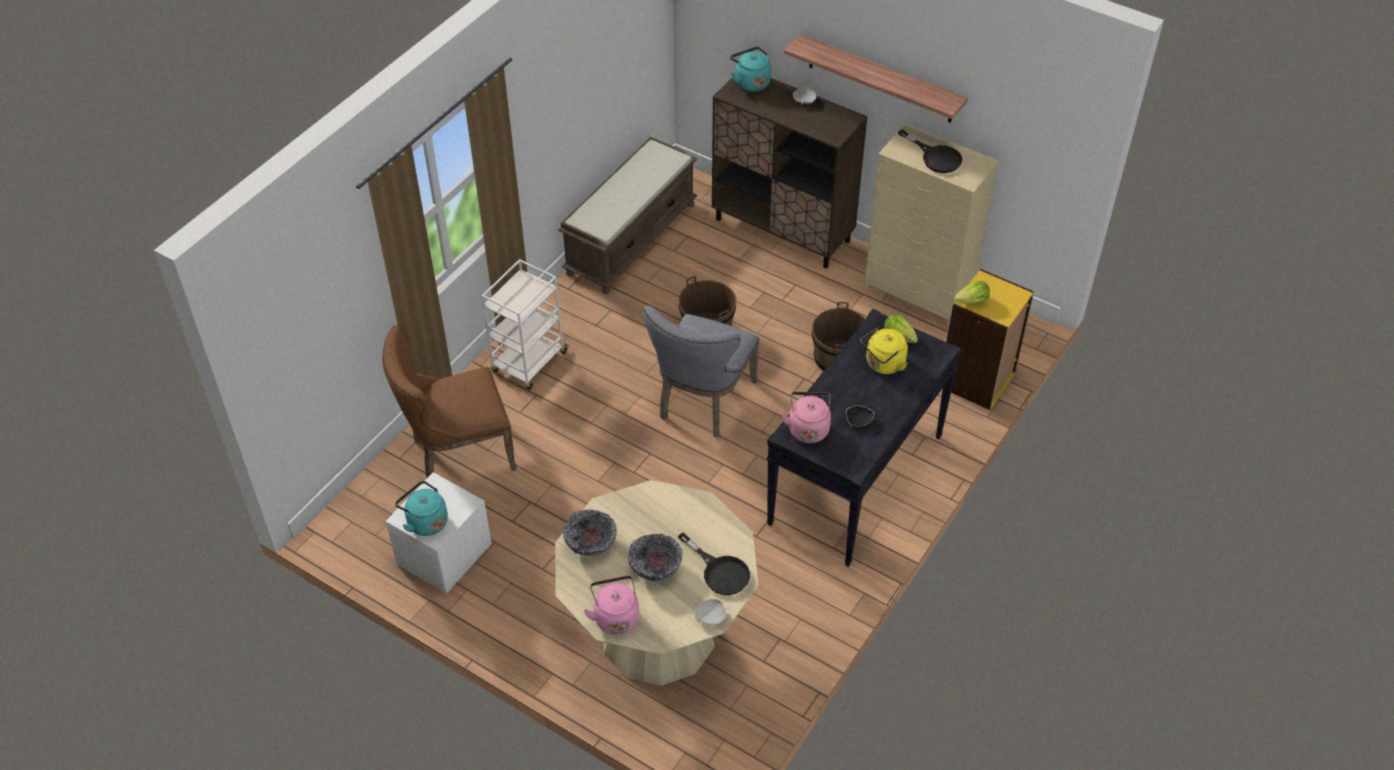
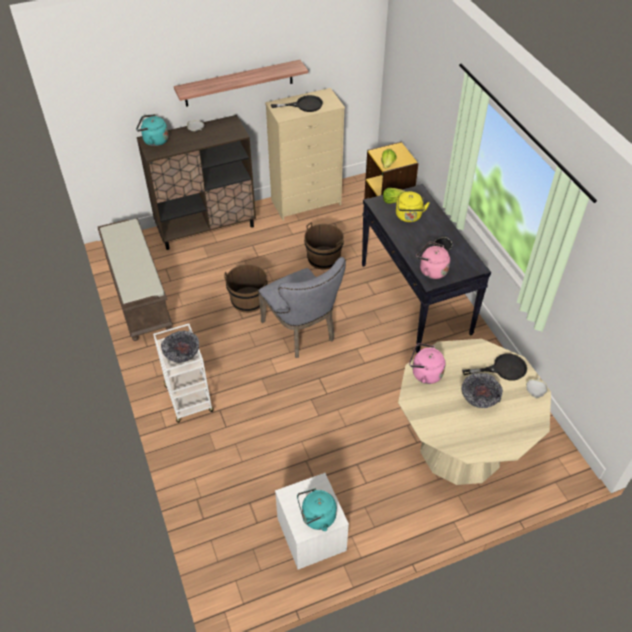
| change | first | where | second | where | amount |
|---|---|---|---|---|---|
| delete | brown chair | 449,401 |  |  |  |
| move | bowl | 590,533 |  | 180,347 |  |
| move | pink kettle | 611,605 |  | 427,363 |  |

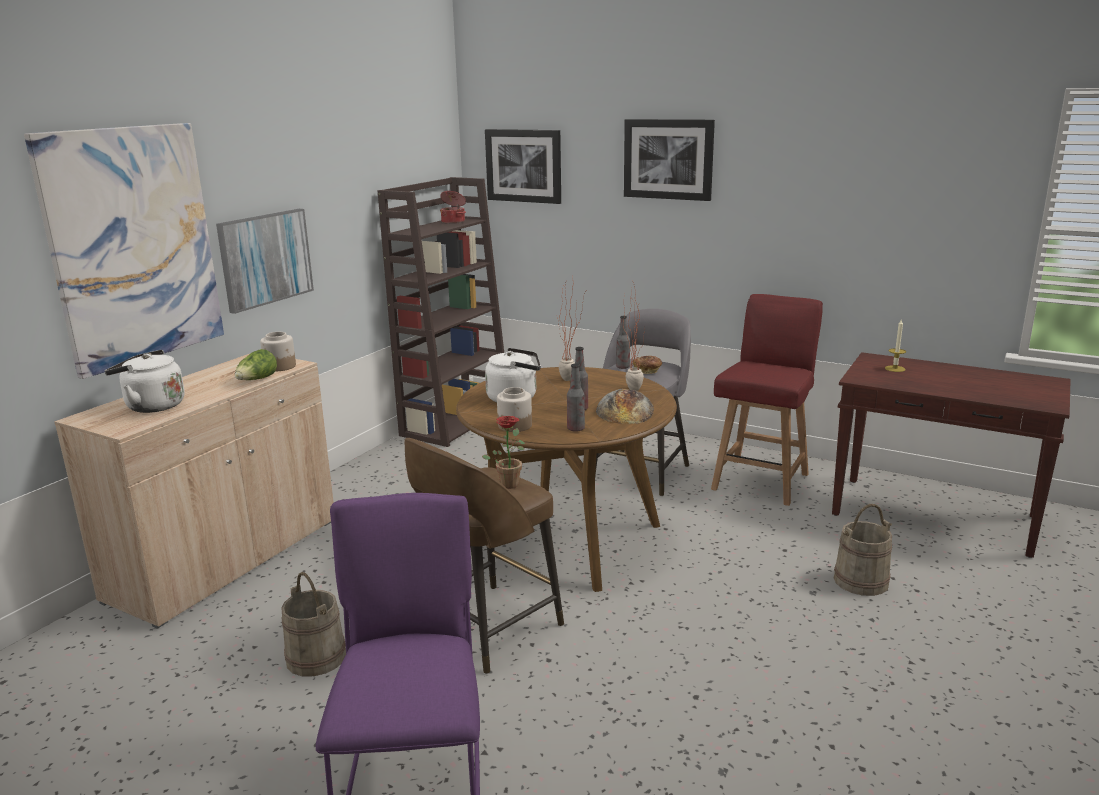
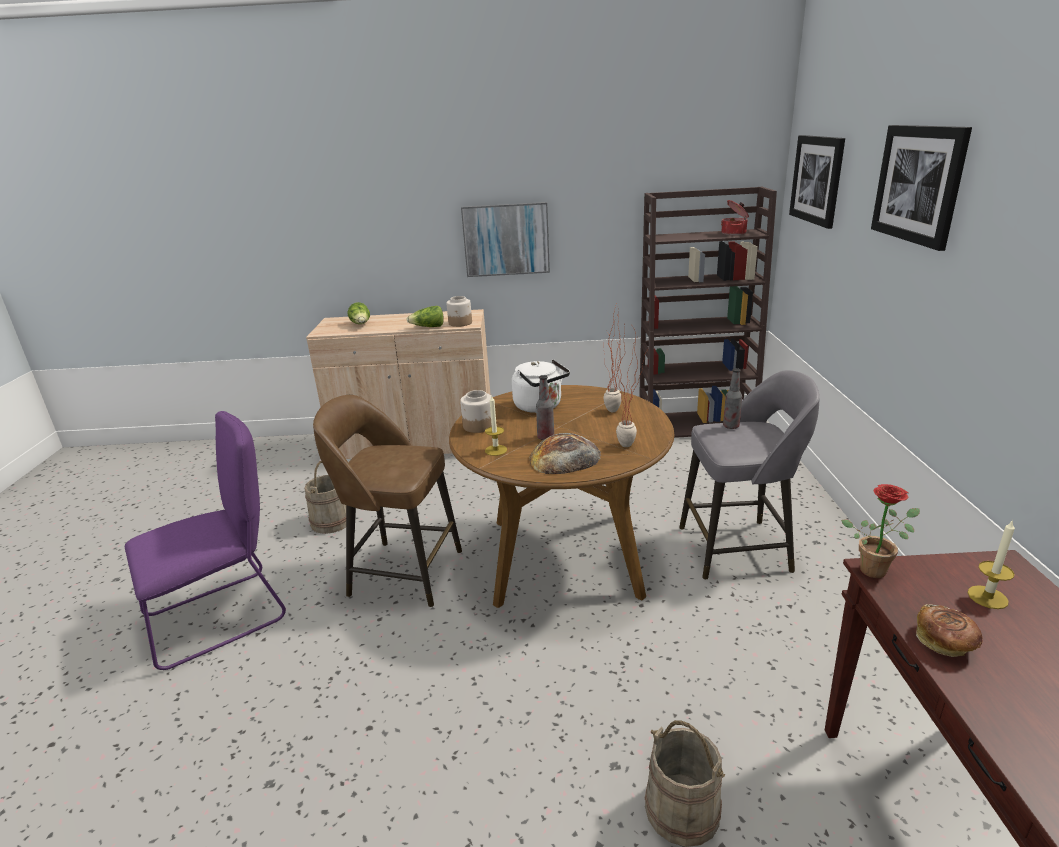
| change | first | where | second | where | amount |
|---|---|---|---|---|---|
| delete | picture | 124,251 |  |  |  |
| delete | red chair | 767,400 |  |  |  |
| move | potted plant | 503,452 |  | 880,531 |  |
| move | bread | 647,365 |  | 949,630 |  |
| replace | white kettle | 145,381 | lettuce | 358,313 |  |
| replace | bottle | 576,398 | candle | 496,425 |  |

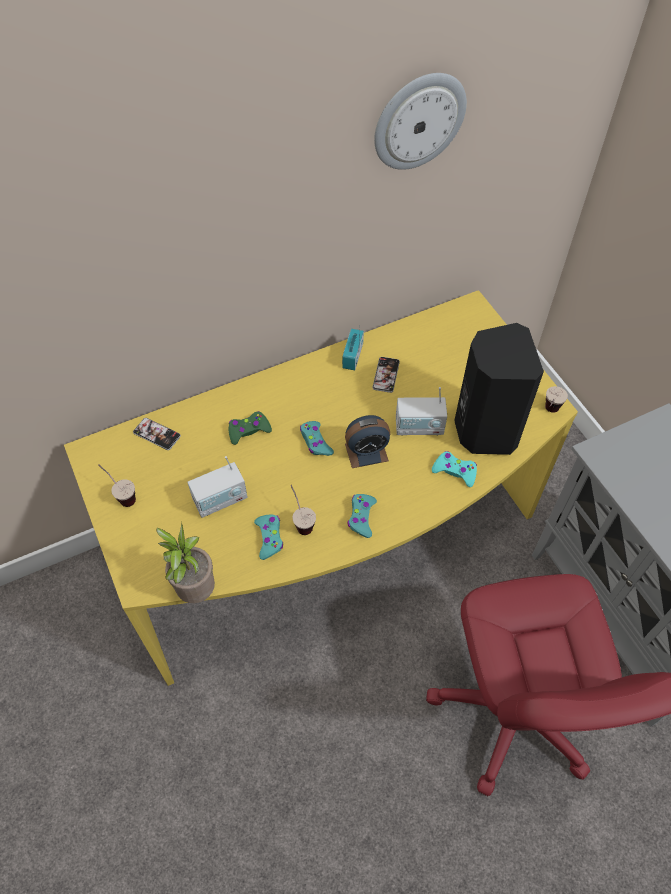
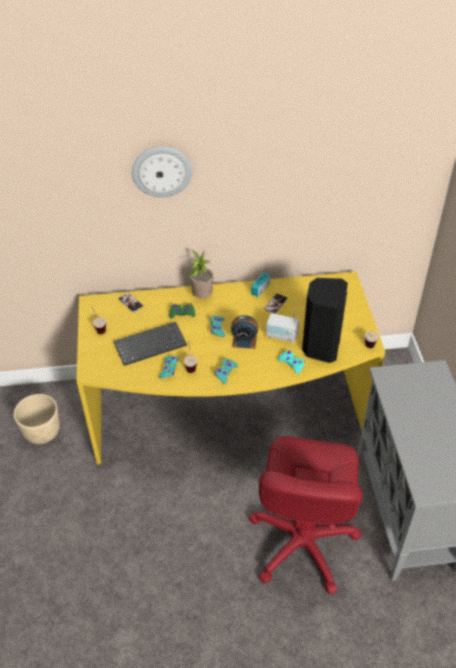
| change | first | where | second | where | amount |
|---|---|---|---|---|---|
| insert |  |  | beige planter | 37,419 |  |
| move | potted plant | 185,562 |  | 201,274 |  |
| move | wall clock | 420,121 |  | 162,172 |  |
| replace | radio | 217,487 | keyboard | 150,344 |  |

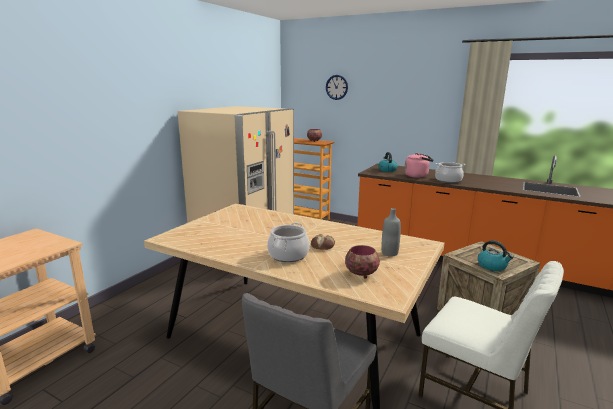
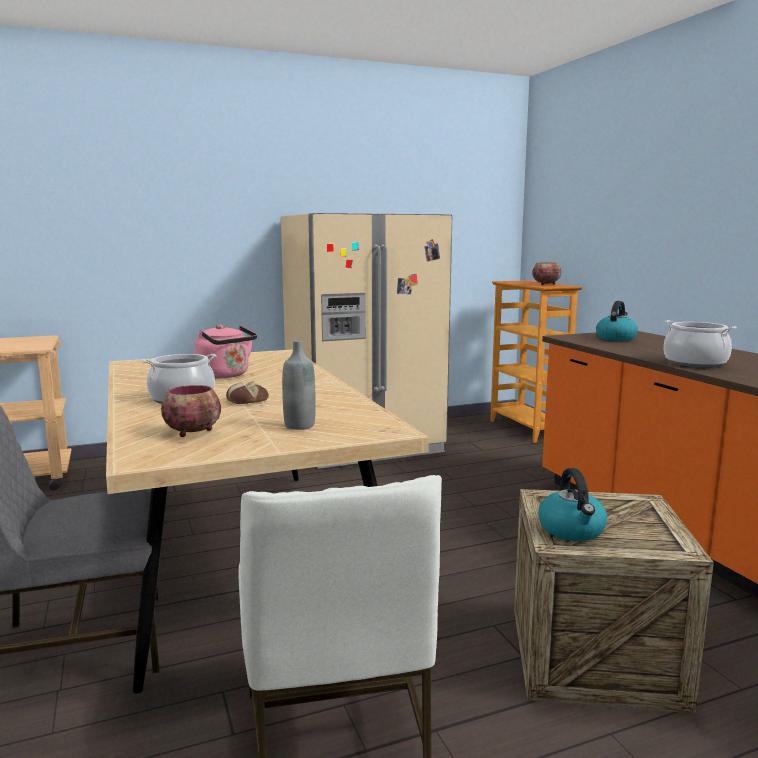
| change | first | where | second | where | amount |
|---|---|---|---|---|---|
| delete | wall clock | 337,87 |  |  |  |
| move | pink kettle | 418,165 |  | 225,351 |  |

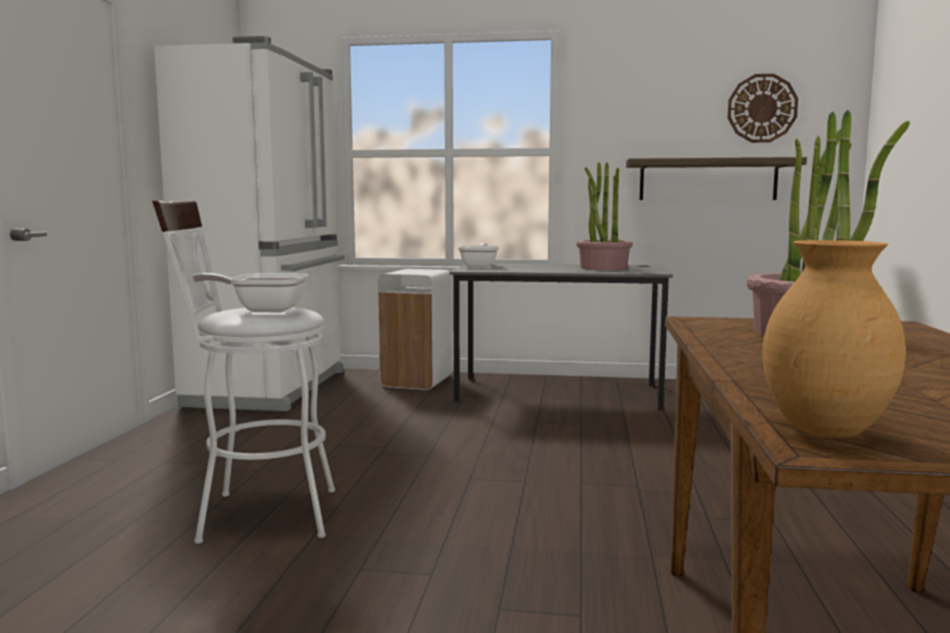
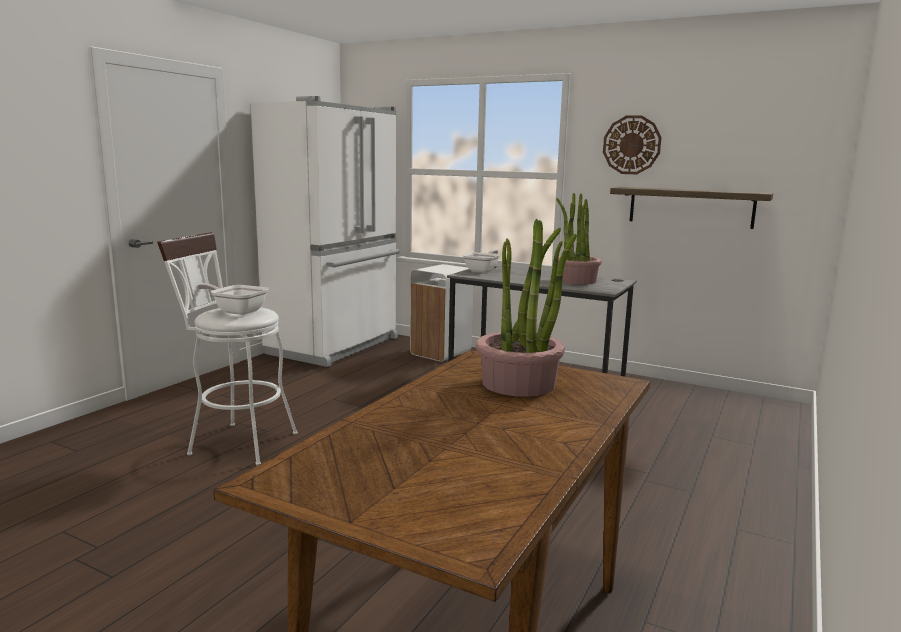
| change | first | where | second | where | amount |
|---|---|---|---|---|---|
| delete | brown vase | 834,339 |  |  |  |
| move | wall clock | 763,108 |  | 632,144 |  |

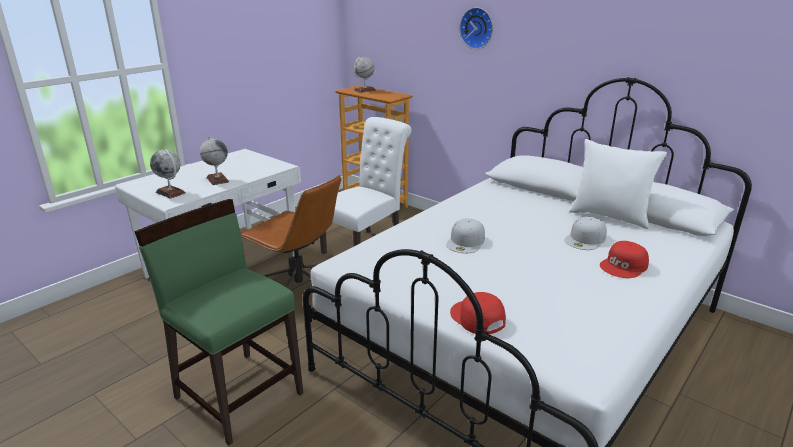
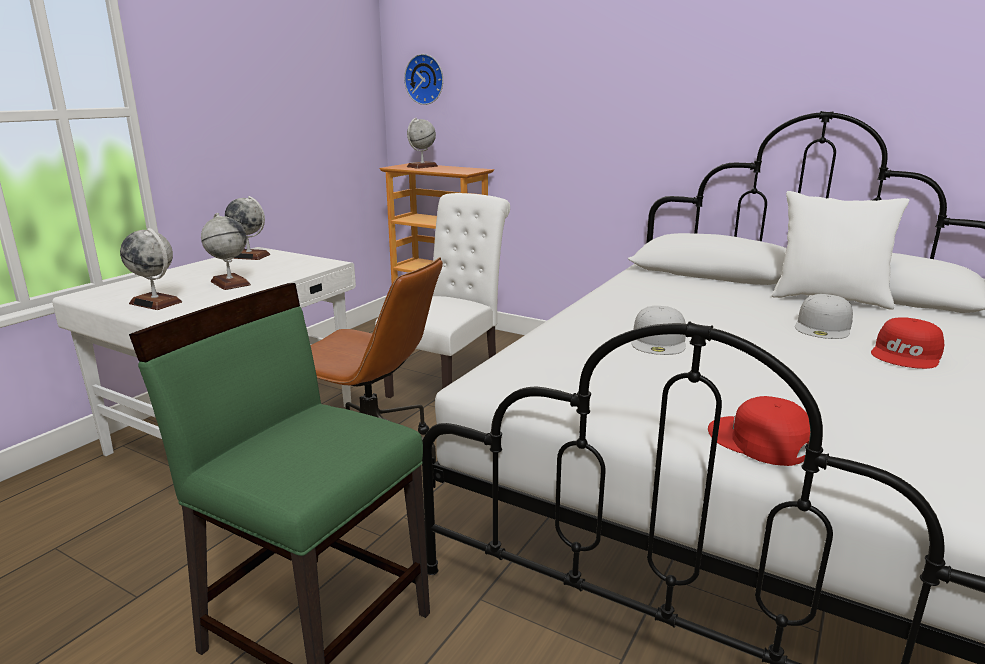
| change | first | where | second | where | amount |
|---|---|---|---|---|---|
| insert |  |  | globe | 247,228 |  |
| move | wall clock | 476,28 |  | 423,79 |  |

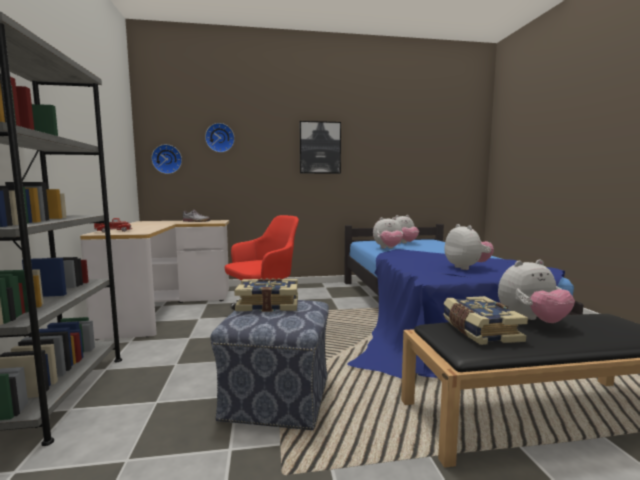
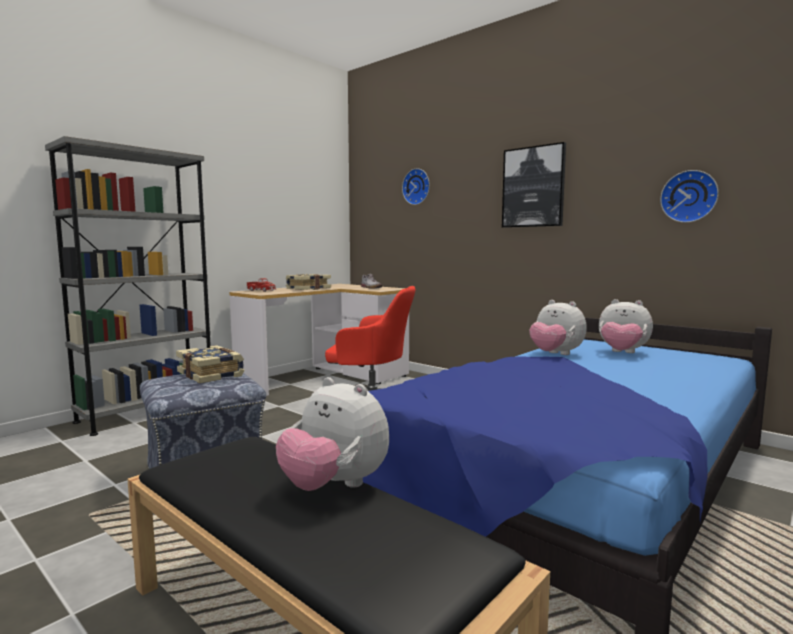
| change | first | where | second | where | amount |
|---|---|---|---|---|---|
| delete | plush toy | 469,247 |  |  |  |
| move | wall clock | 166,159 |  | 689,196 |  |
| move | book | 485,320 |  | 308,282 |  |

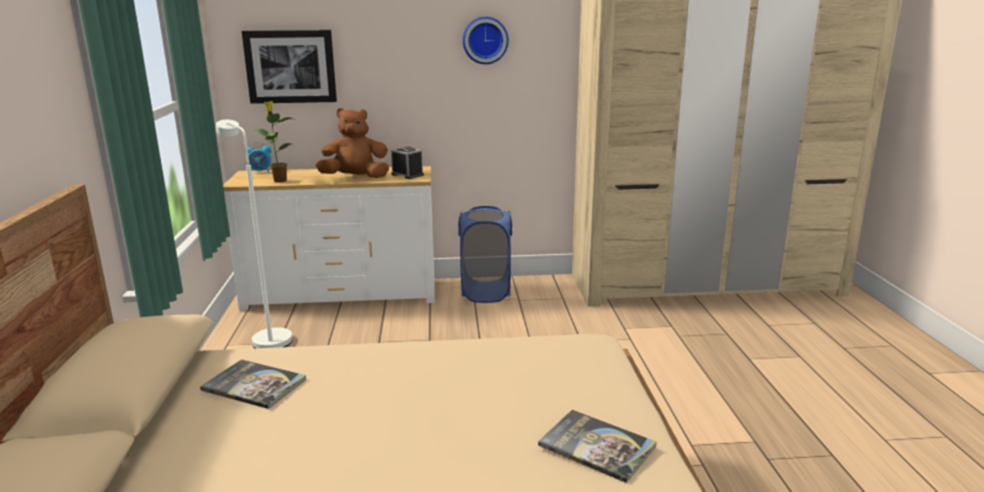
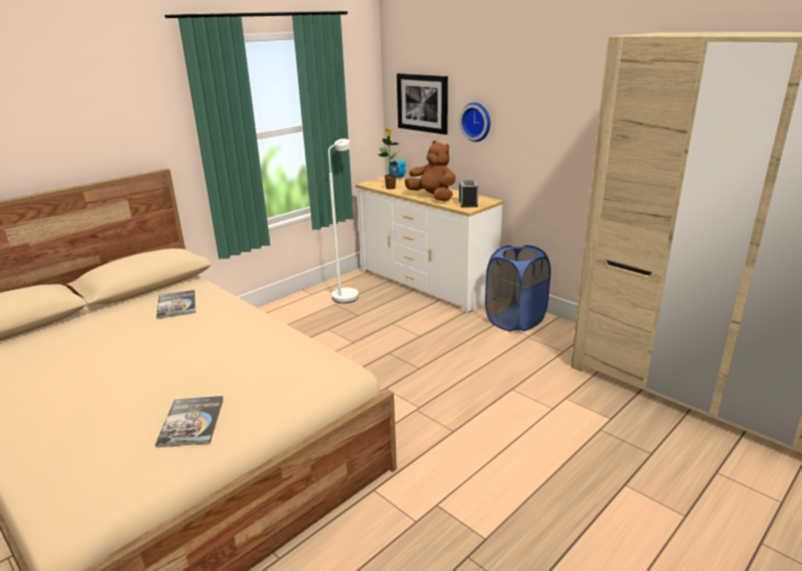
| change | first | where | second | where | amount |
|---|---|---|---|---|---|
| move | wall clock | 486,40 |  | 475,122 |  |

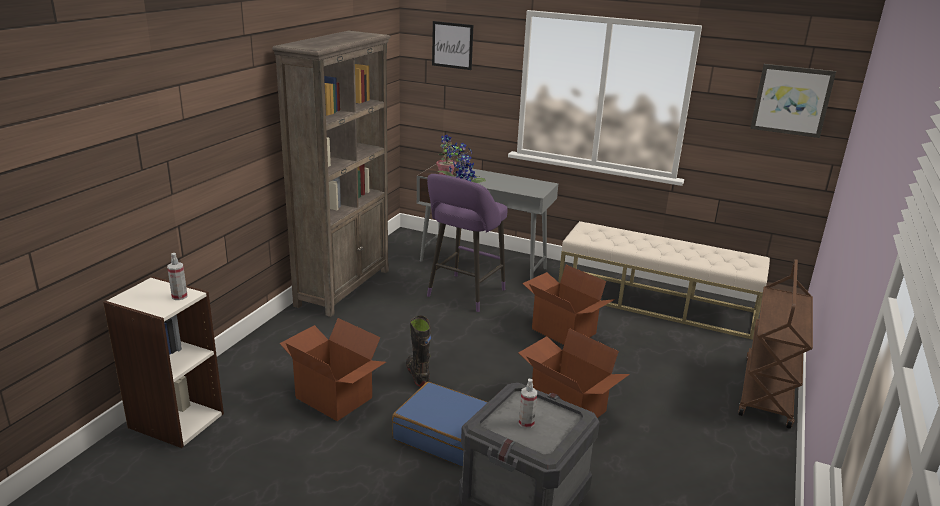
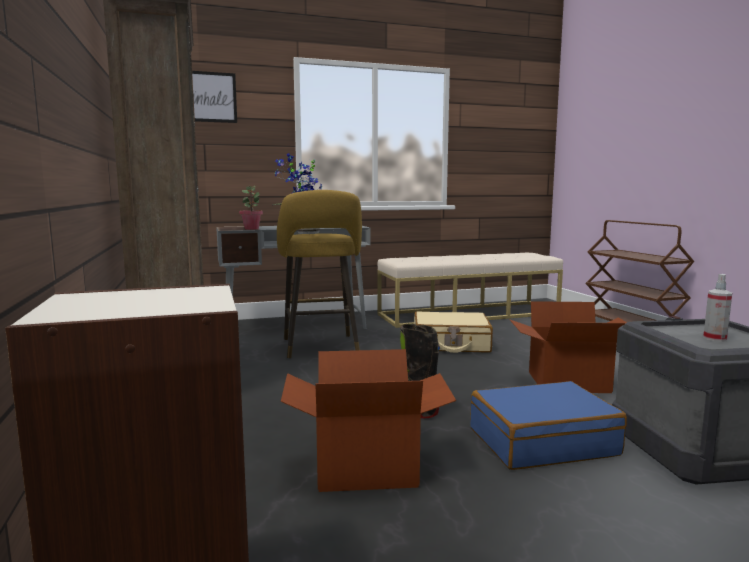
| change | first | where | second | where | amount |
|---|---|---|---|---|---|
| delete | spray bottle | 177,276 |  |  |  |
| delete | picture | 793,101 |  |  |  |
| replace | cardboard box | 568,305 | beige suitcase | 453,332 |  |
| recolor | purple stool | 467,243 | yellow stool | 319,274 |  |

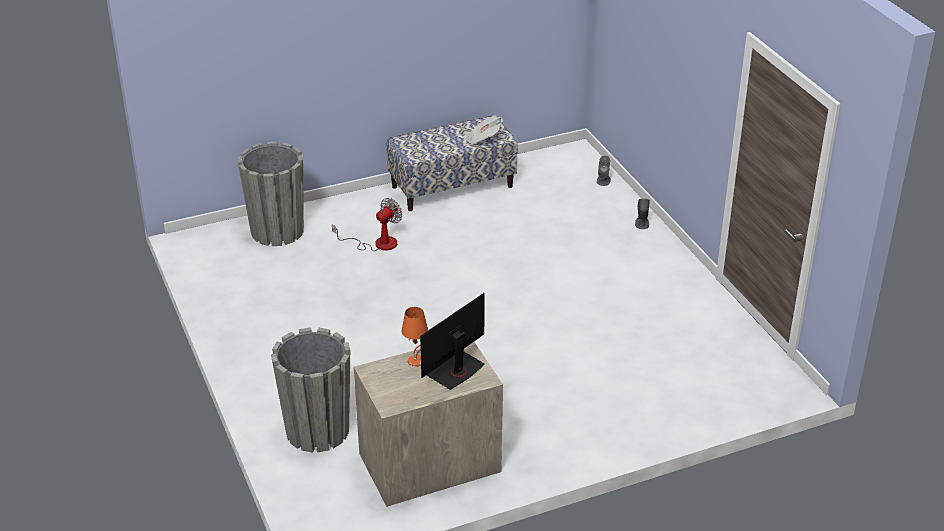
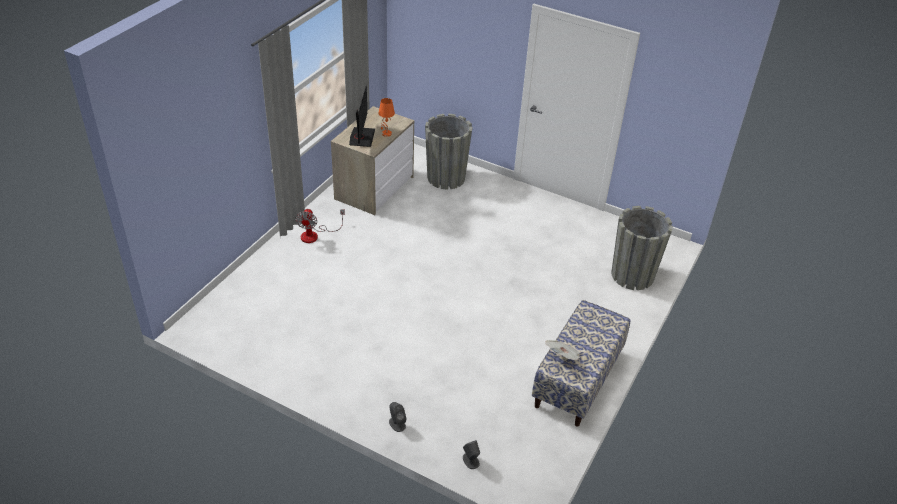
| change | first | where | second | where | amount |
|---|---|---|---|---|---|
| move | fan | 367,224 |  | 320,226 |  |

